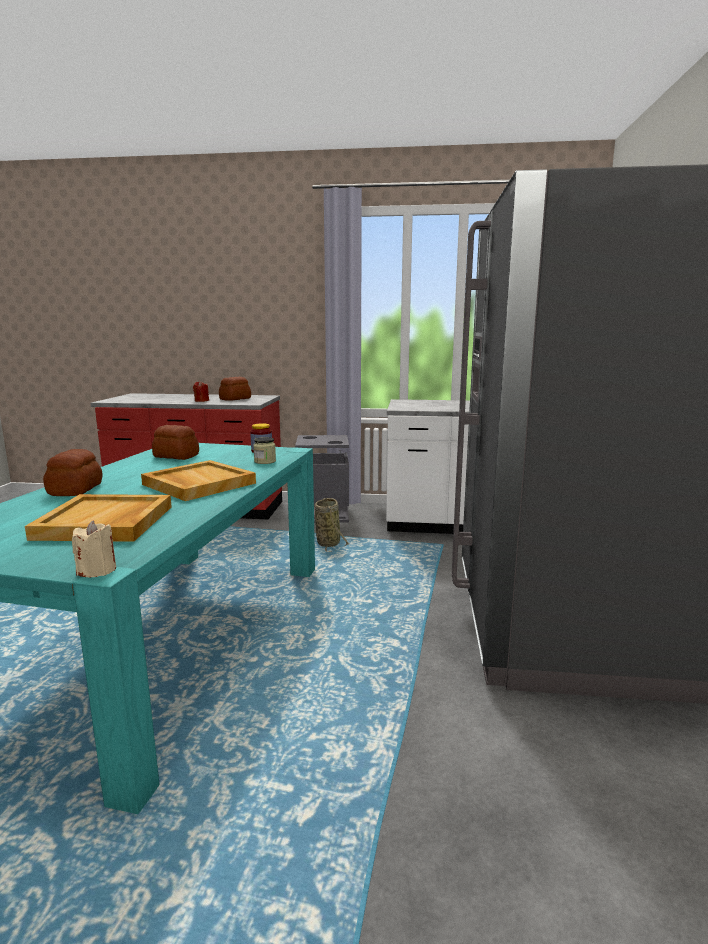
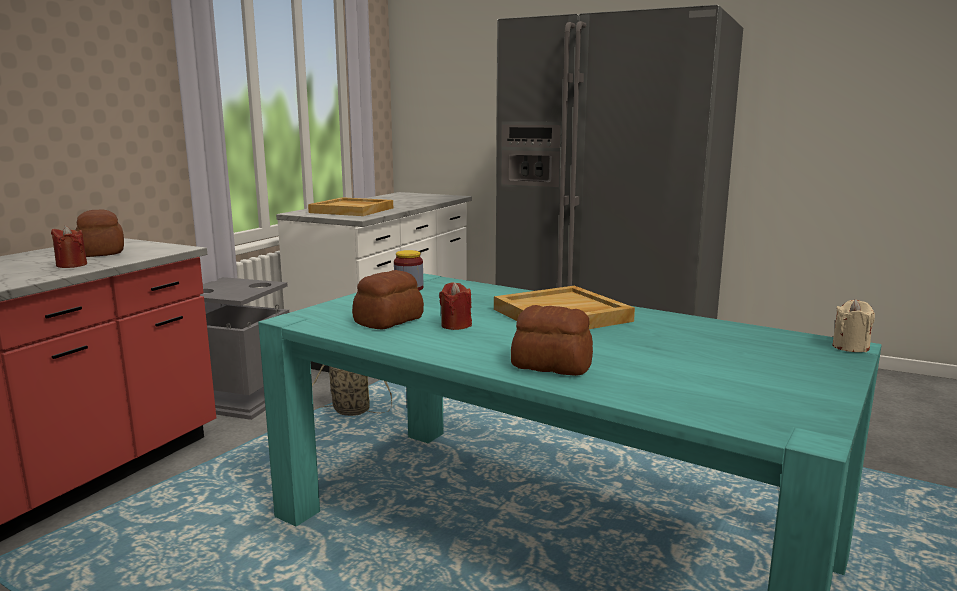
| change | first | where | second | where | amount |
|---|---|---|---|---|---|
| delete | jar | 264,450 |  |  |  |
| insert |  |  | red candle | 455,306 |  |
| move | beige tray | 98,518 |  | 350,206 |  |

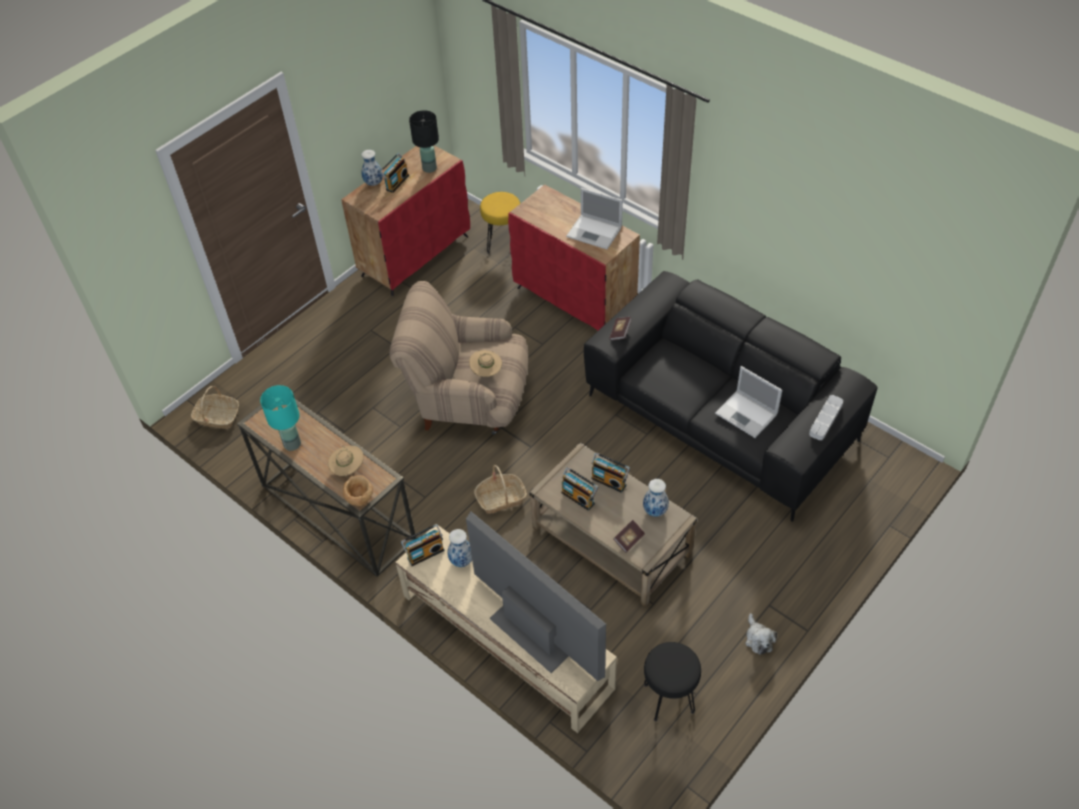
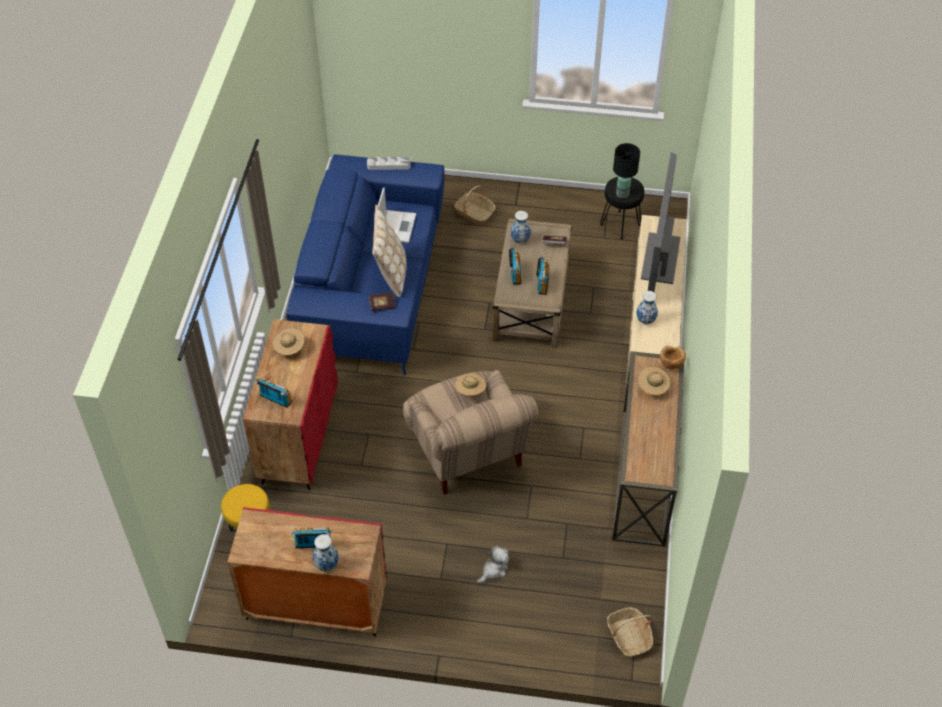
| change | first | where | second | where | amount |
|---|---|---|---|---|---|
| delete | turquoise table lamp | 280,418 |  |  |  |
| insert |  |  | beige pillow | 390,251 |  |
| move | radio | 422,545 |  | 273,392 |  |
| move | black table lamp | 424,141 |  | 626,171 |  |
| move | basket | 500,489 |  | 475,205 |  |
| move | plush toy | 761,634 |  | 493,565 |  |
| replace | laptop | 594,218 | beige hat | 289,341 |  |
| recolor | black sofa | 730,396 | blue sofa | 365,264 |  |

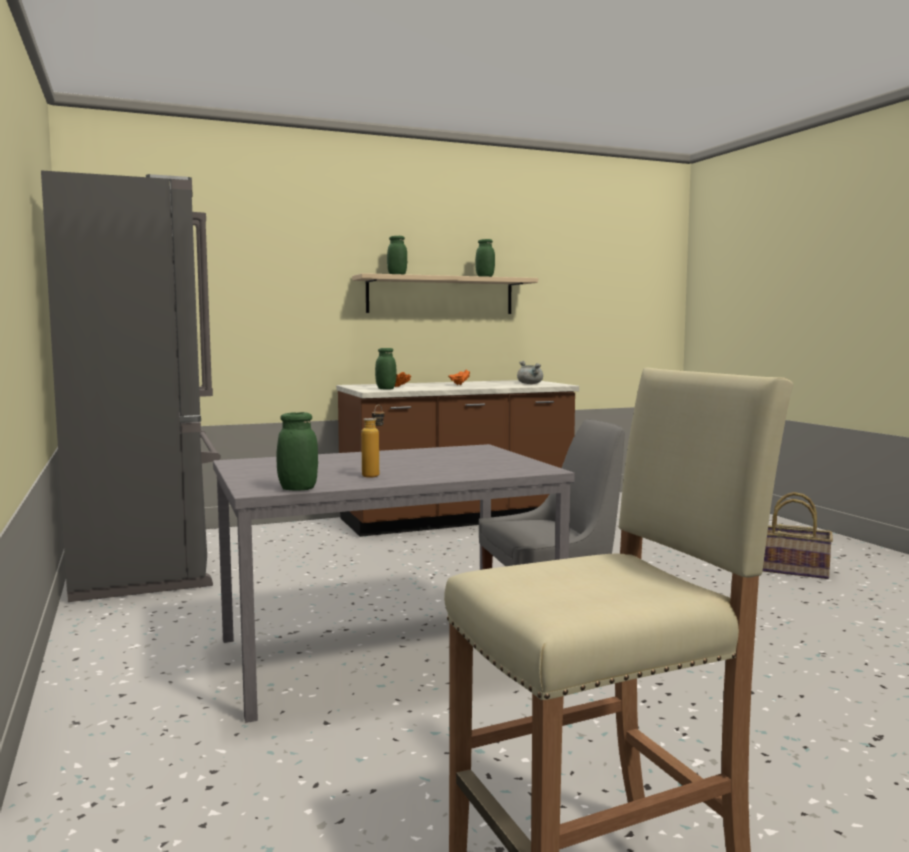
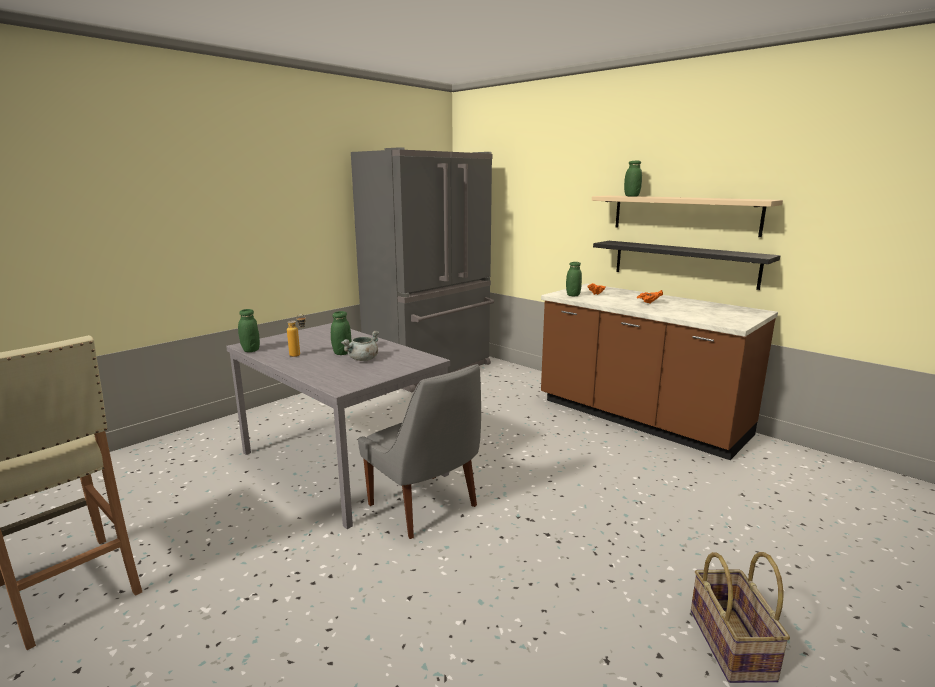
| change | first | where | second | where | amount |
|---|---|---|---|---|---|
| insert |  |  | black shelf | 686,265 |  |
| move | green jar | 485,258 |  | 341,333 |  |
| move | grey cooking pot | 530,372 |  | 360,346 |  |

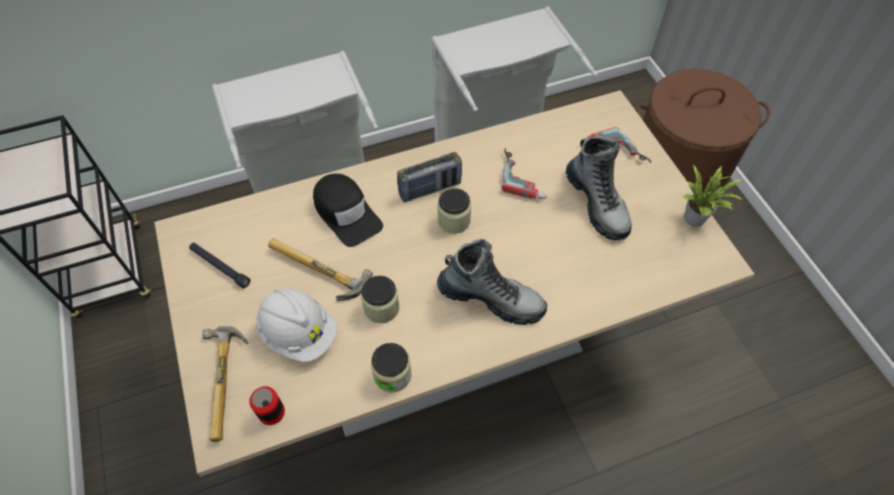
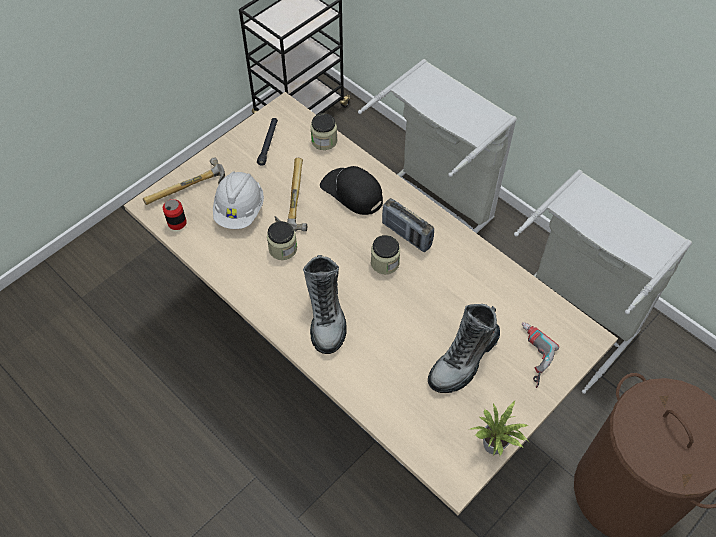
| change | first | where | second | where | amount |
|---|---|---|---|---|---|
| delete | power drill | 524,173 |  |  |  |
| move | jar | 391,367 |  | 323,131 |  |
| rotate | black cap | 348,210 |  | 351,190 | 105 degrees clockwise |

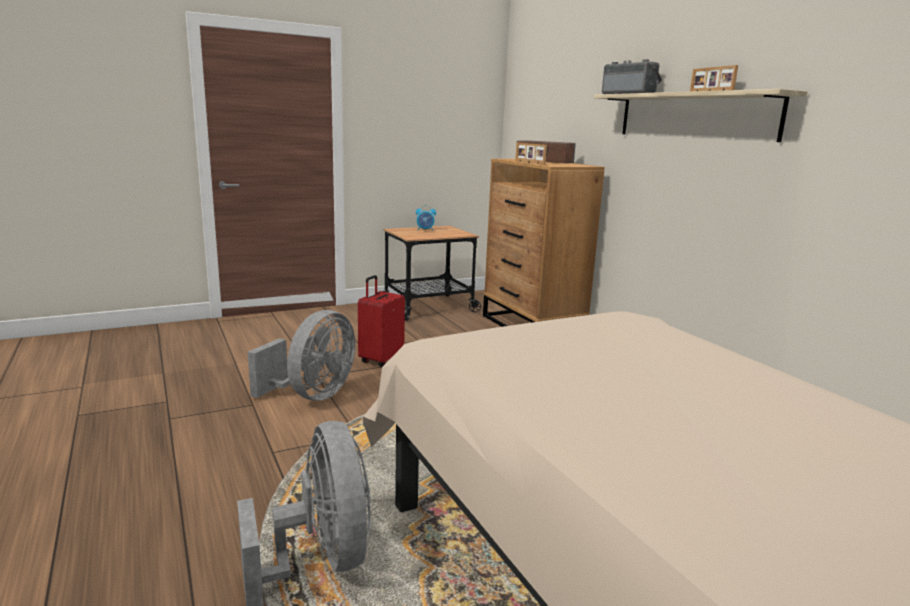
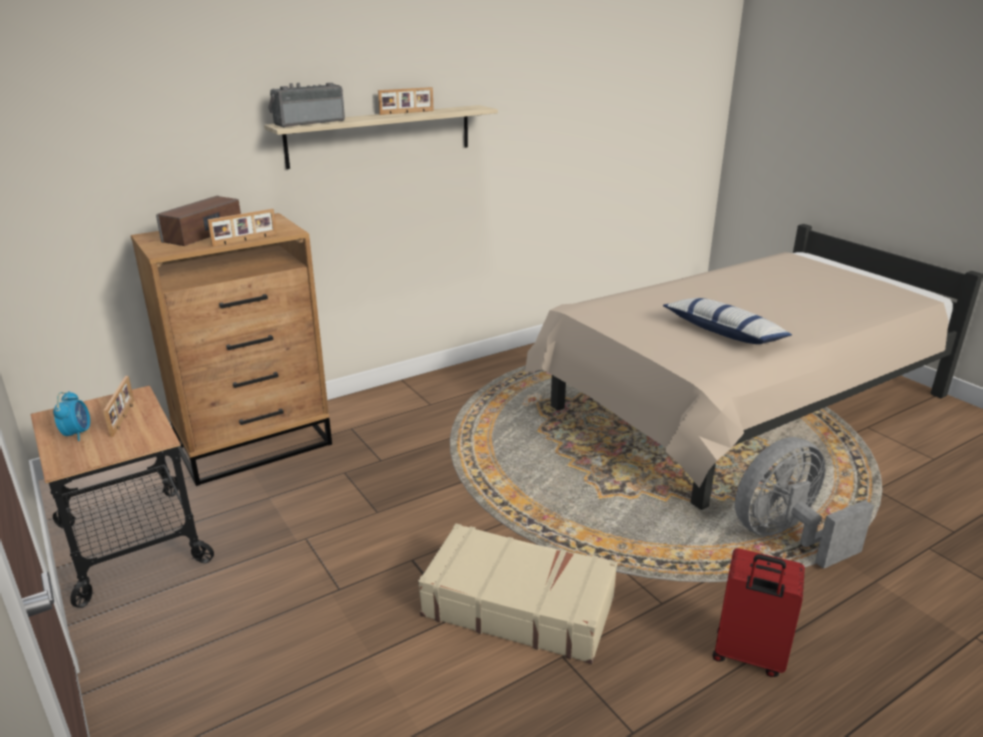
| change | first | where | second | where | amount |
|---|---|---|---|---|---|
| insert |  |  | picture frame | 118,406 |  |
| insert |  |  | pillow | 727,321 |  |
| move | red suitcase | 381,321 |  | 759,612 |  |
| replace | grey fan | 301,355 | beige suitcase | 517,594 |  |

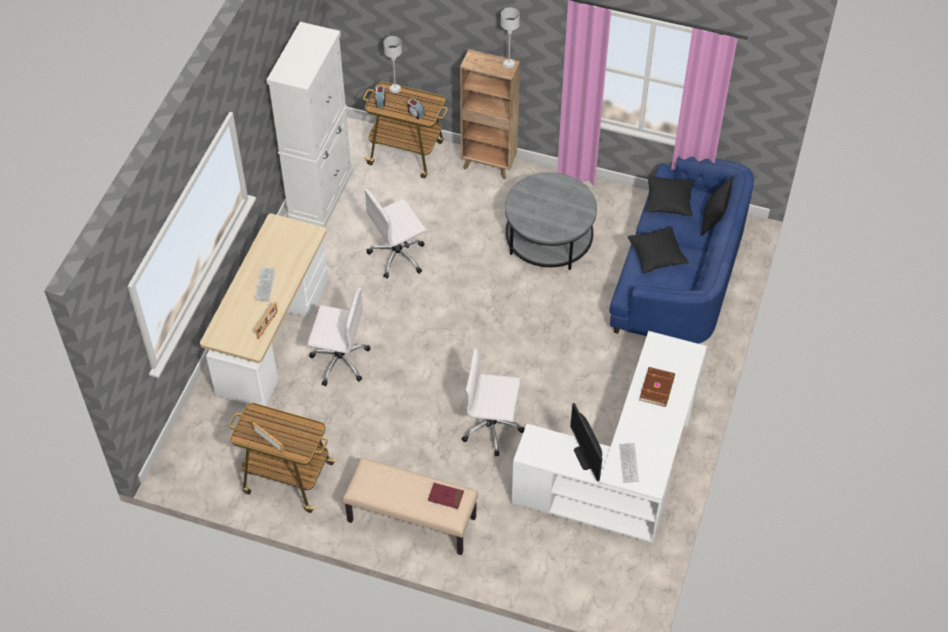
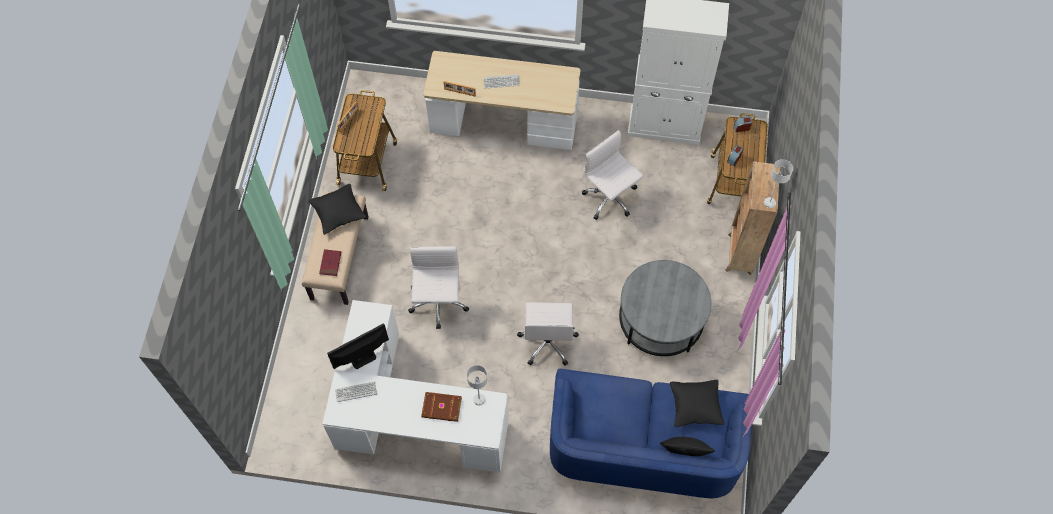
| change | first | where | second | where | amount |
|---|---|---|---|---|---|
| move | white office chair | 339,337 |  | 548,334 |  |
| move | grey table lamp | 392,64 |  | 477,385 |  |
| move | black pillow | 658,249 |  | 337,209 |  |

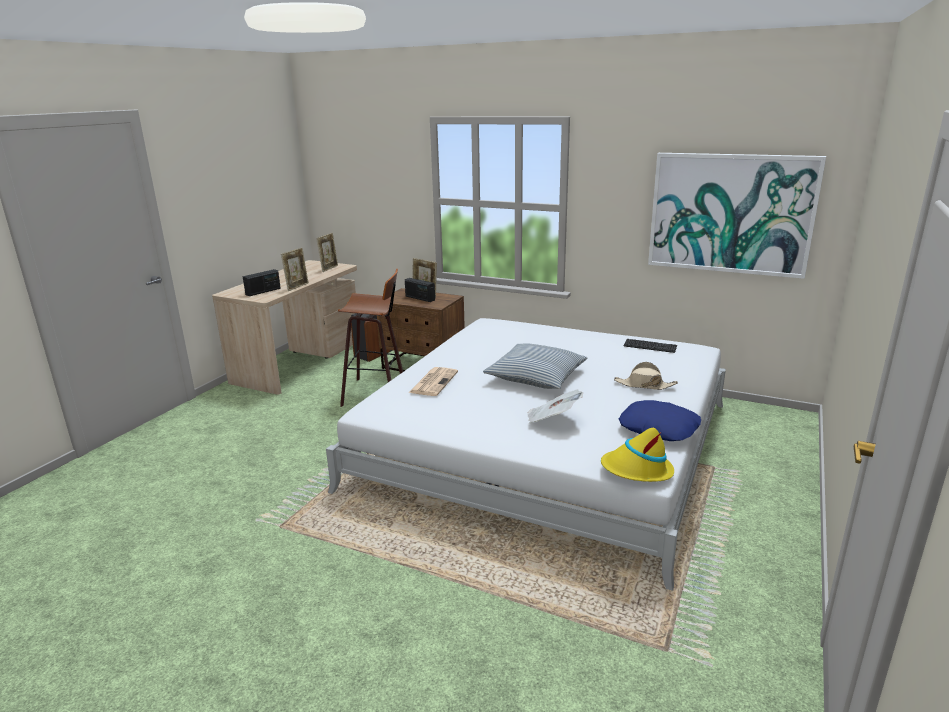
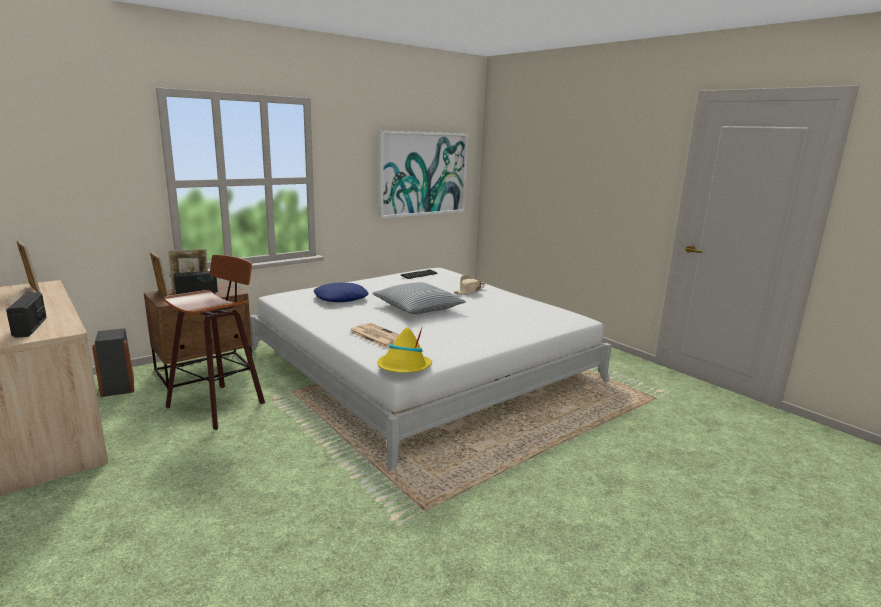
| change | first | where | second | where | amount |
|---|---|---|---|---|---|
| delete | newspaper | 555,406 |  |  |  |
| move | picture frame | 295,269 |  | 159,274 |  |
| move | yellow hat | 637,455 |  | 404,349 |  |
| move | blue pillow | 660,420 |  | 341,292 |  |

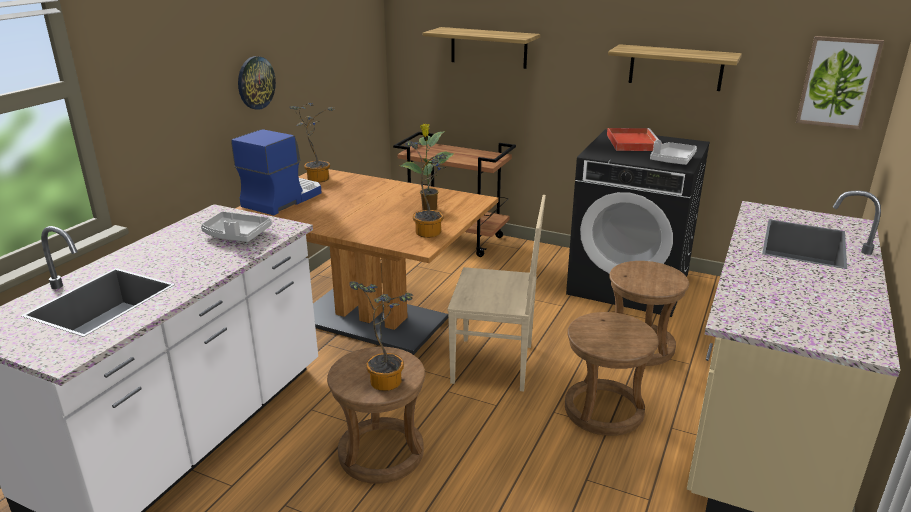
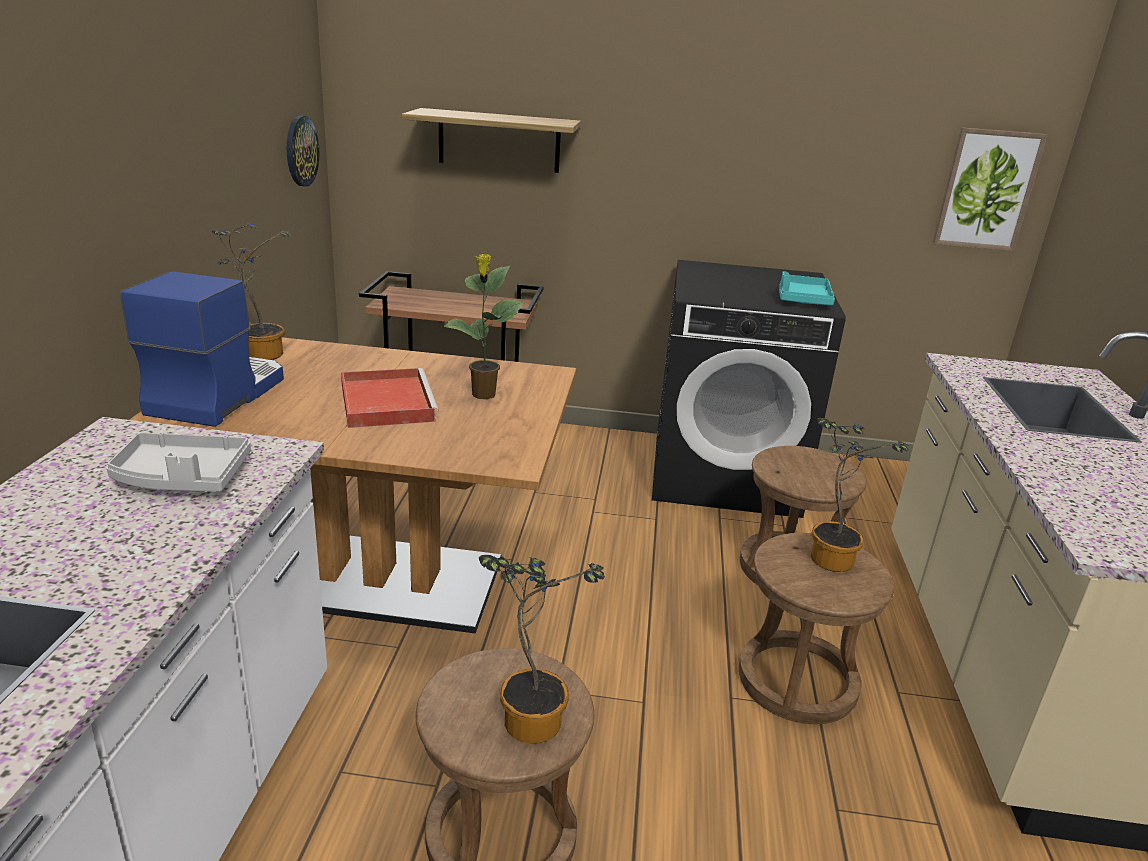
| change | first | where | second | where | amount |
|---|---|---|---|---|---|
| delete | beige chair | 496,293 |  |  |  |
| delete | shelf | 675,67 |  |  |  |
| move | wall clock | 257,83 |  | 303,151 |  |
| move | potted plant | 426,189 |  | 860,495 |  |
| move | red tray | 633,139 |  | 390,398 |  |
| recolor | grey tray | 673,152 | turquoise tray | 807,288 |  |

